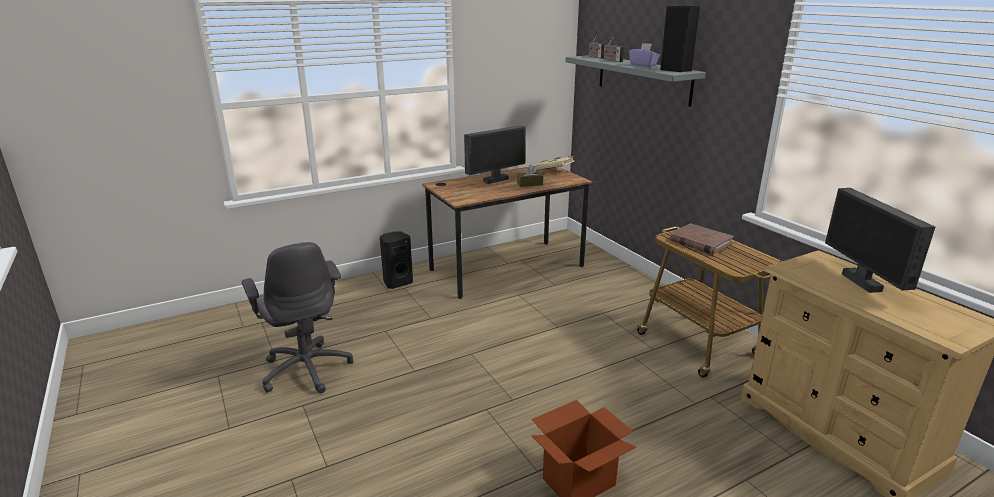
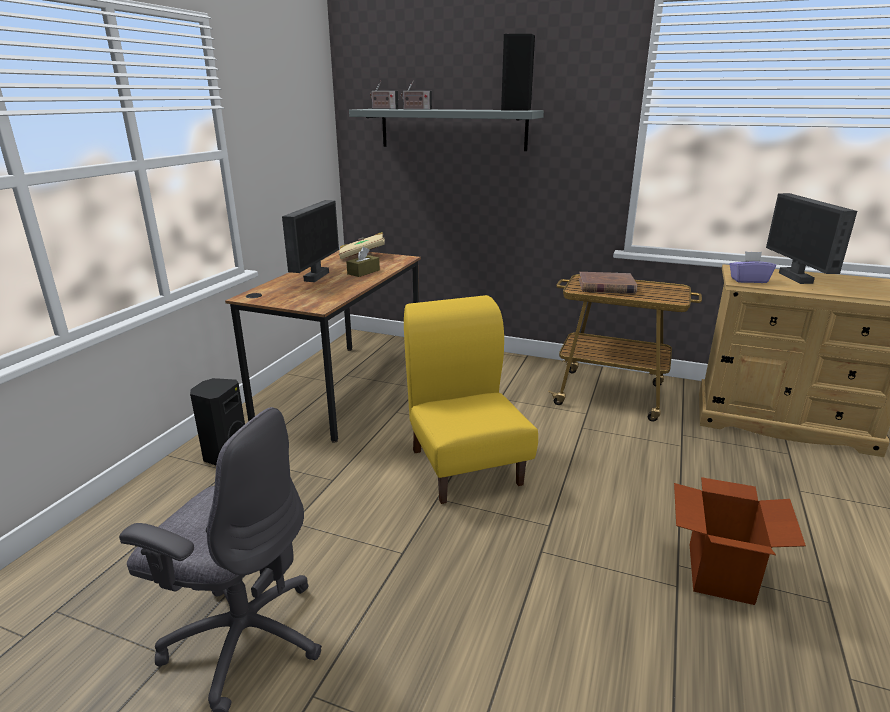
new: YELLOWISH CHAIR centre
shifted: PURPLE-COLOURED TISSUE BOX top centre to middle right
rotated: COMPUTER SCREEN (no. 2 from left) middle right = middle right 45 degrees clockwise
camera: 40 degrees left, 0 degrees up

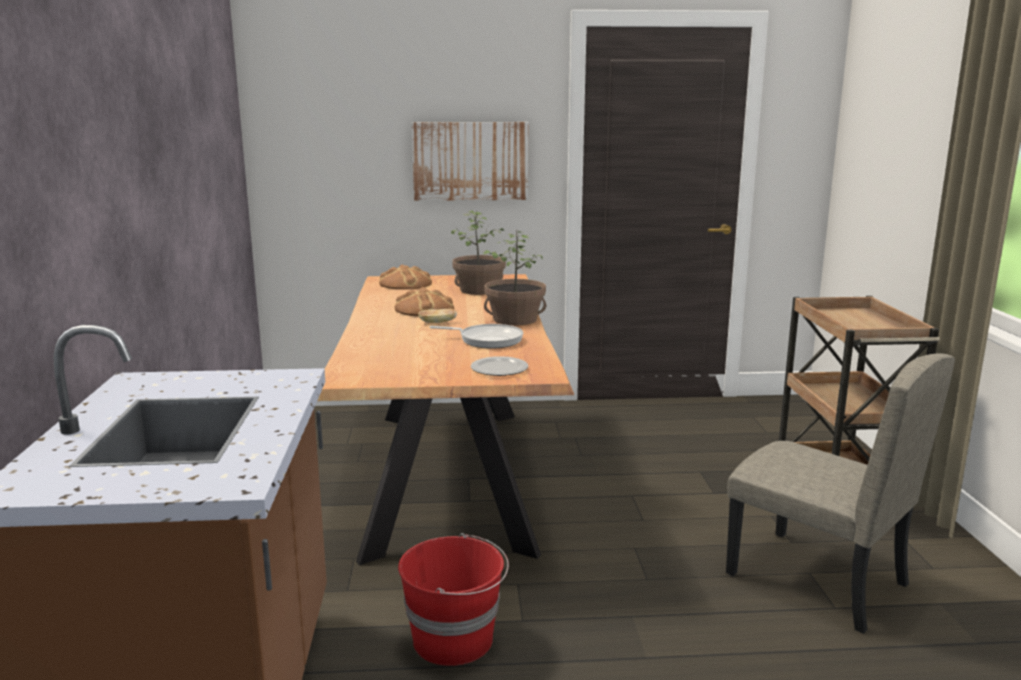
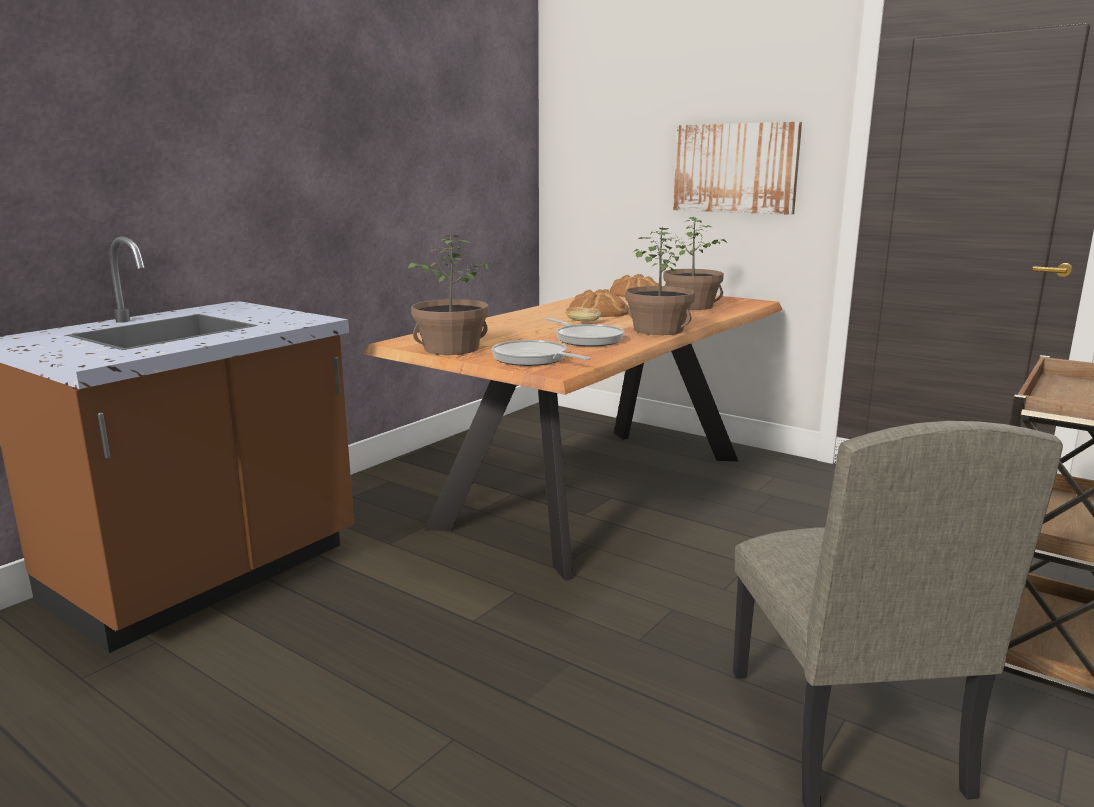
gone: REDDISH WATER BUCKET bottom centre
new: POTTED PLANT (no. 1 from left) centre
swapped: FLAT DISH centre to FRYING PAN (no. 1 from left) centre
camera: 40 degrees right, 0 degrees up

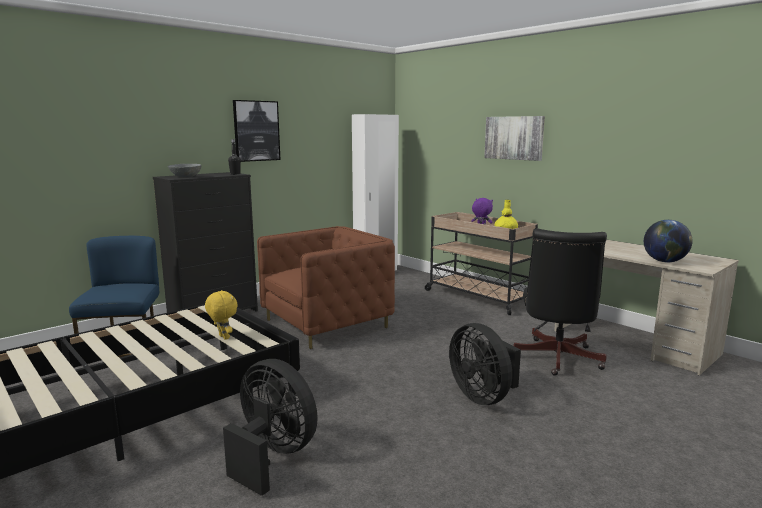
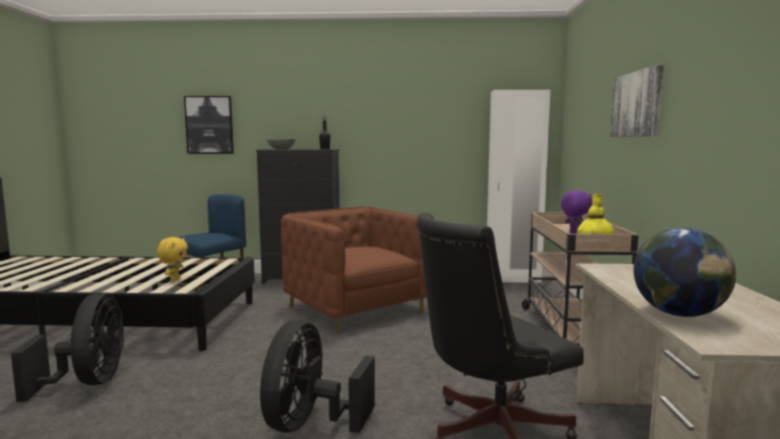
shifted: WALL ART (no. 1 from left) top centre to top left
rotated: BROWNISH EASY CHAIR centre = centre 135 degrees counterclockwise
camera: 45 degrees right, 5 degrees down

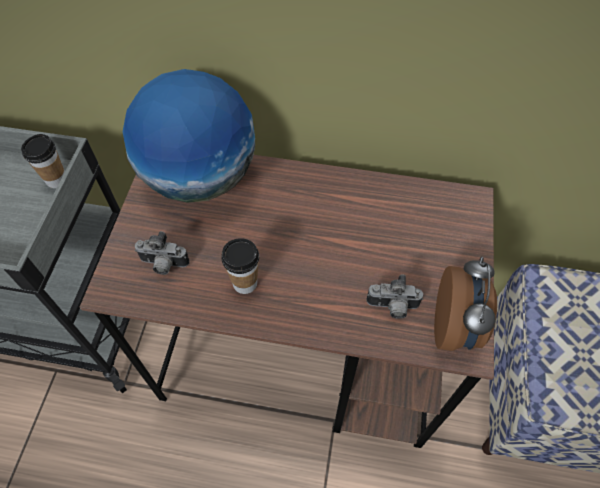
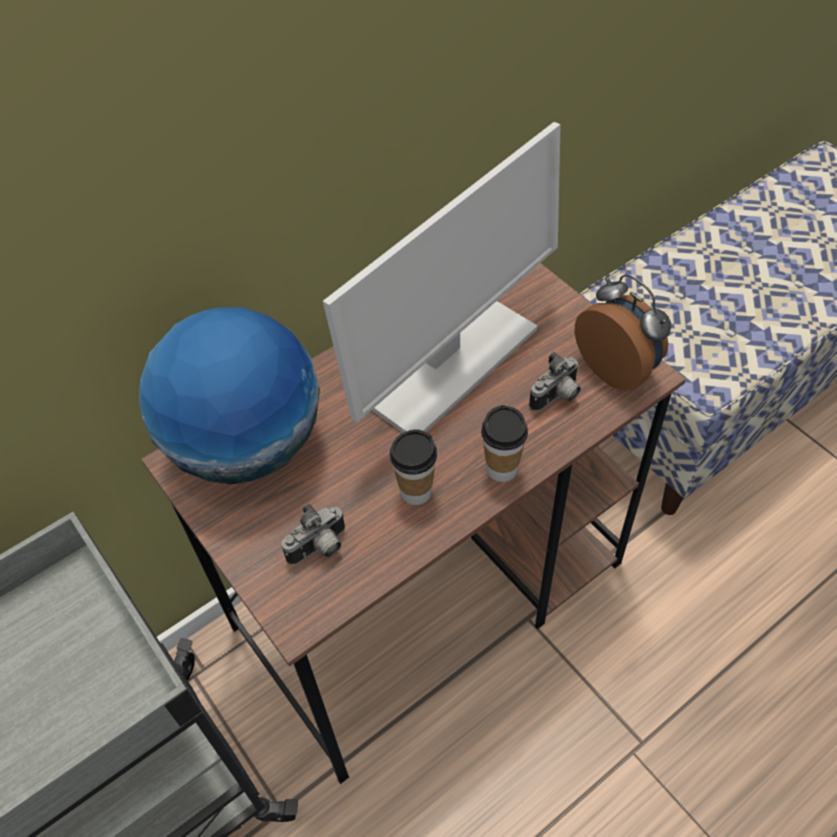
new: COMPUTER SCREEN top centre
shifted: SMALL CUP (no. 1 from left in the first image) top left to SMALL CUP (no. 2 from left) centre
camera: 45 degrees left, 5 degrees down

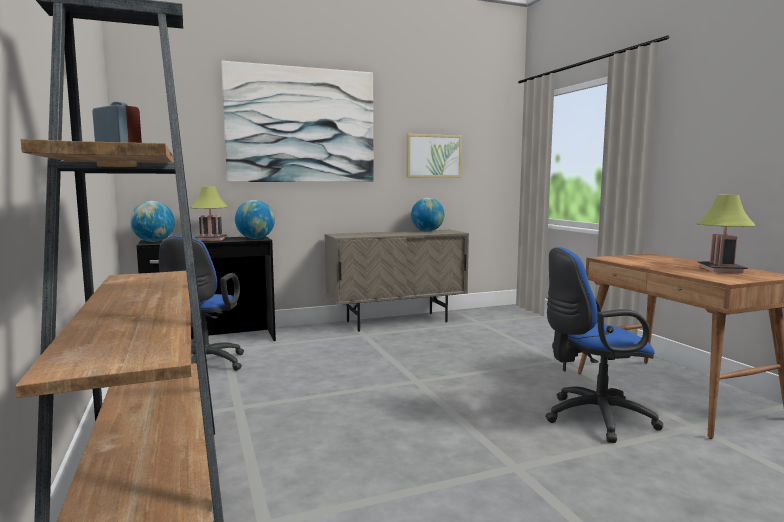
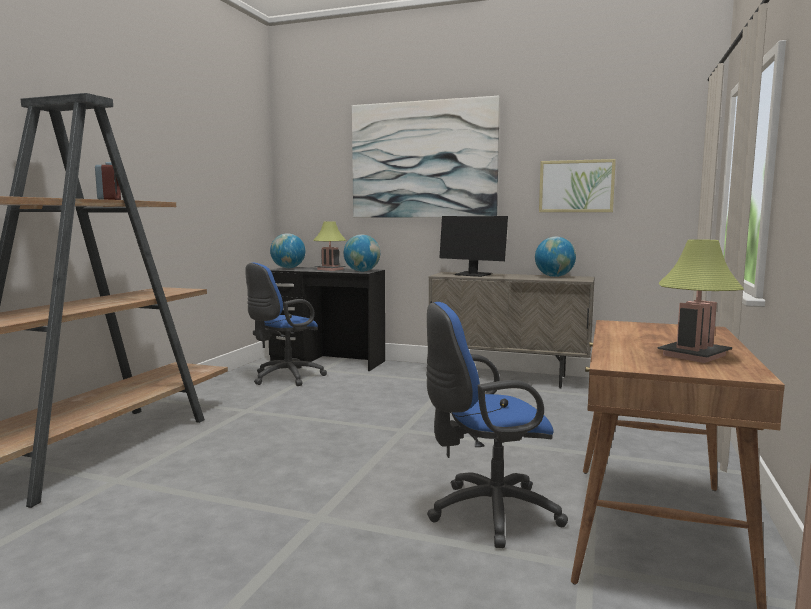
new: COMPUTER SCREEN centre
rotated: BLUISH COMPUTER CHAIR (no. 2 from left) middle right = bottom centre 45 degrees counterclockwise
camera: 40 degrees right, 0 degrees up

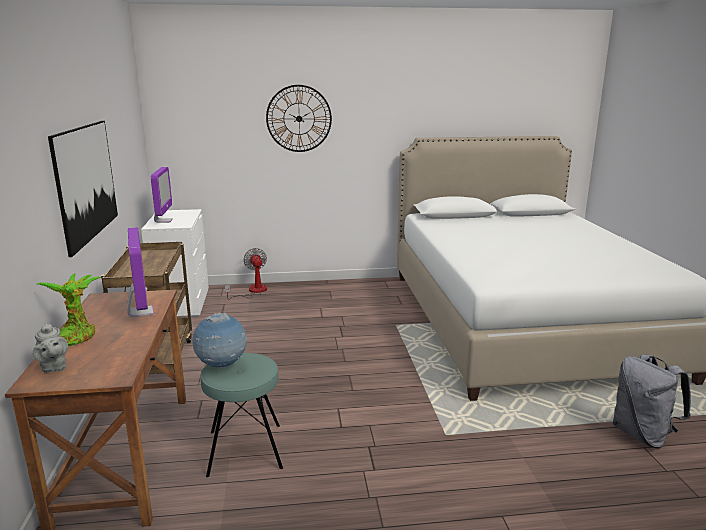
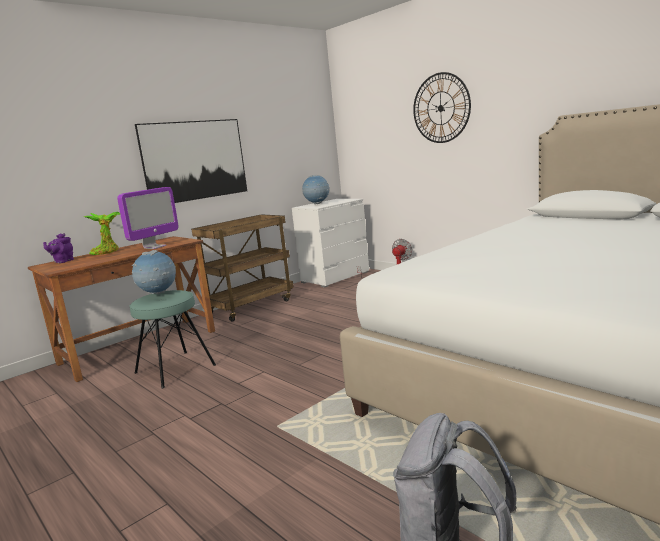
swapped: COMPUTER SCREEN (no. 2 from left) middle left to DESK GLOBE (no. 2 from left) centre
repainted: GREY POT FOR TEA middle left to PURPLE-COLOURED POT FOR TEA middle left
camera: 55 degrees right, 5 degrees down

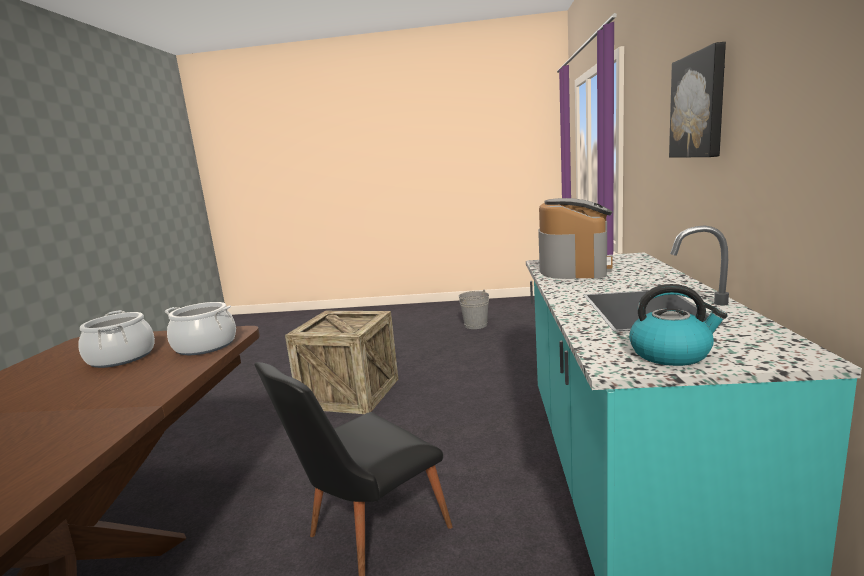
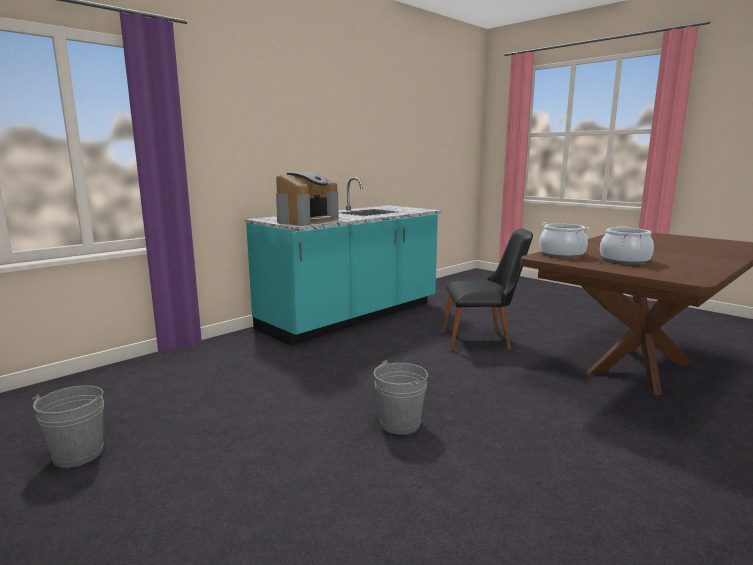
gone: WALL ART top right; TEA KETTLE middle right
swapped: PACKING CRATE centre to GREY WATER BUCKET (no. 2 from left) bottom centre
rotated: COFFEE MAKER centre = centre 150 degrees clockwise
camera: 140 degrees left, 0 degrees up

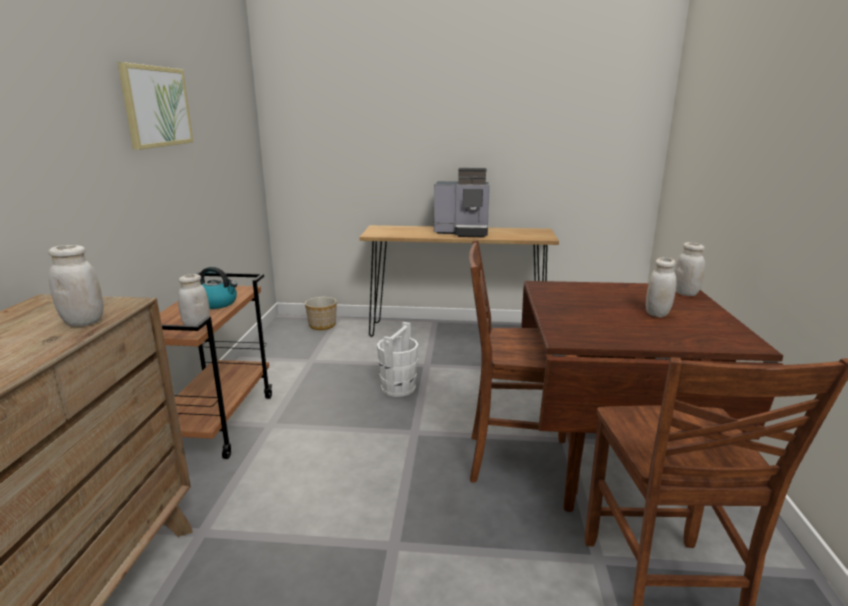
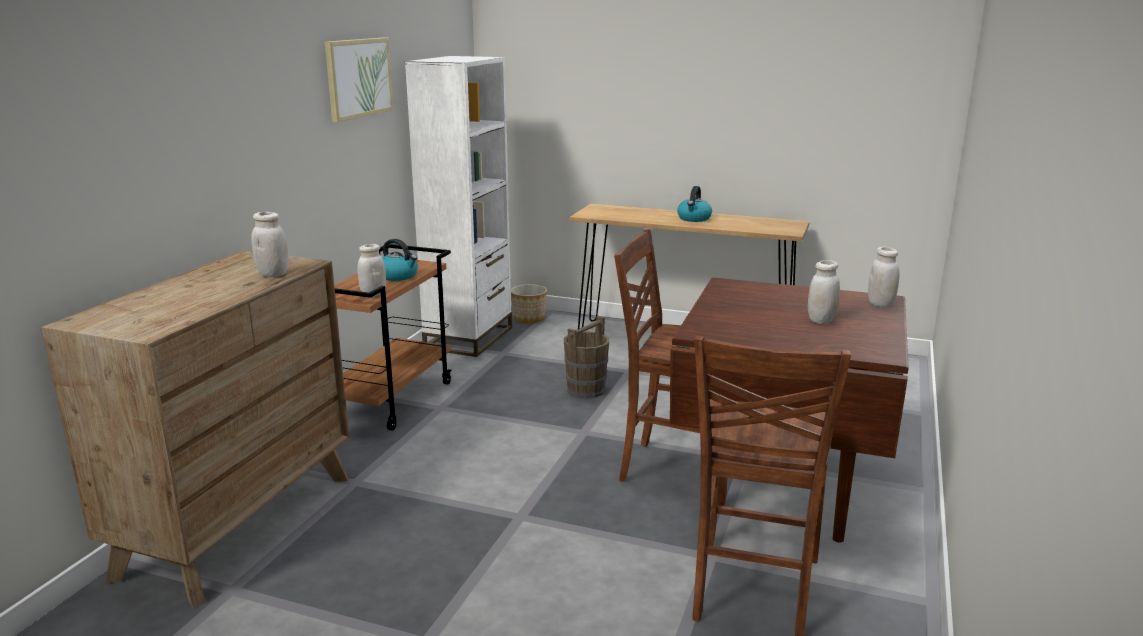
new: WHITE SHELVING UNIT top centre
swapped: COFFEE MAKER centre to TEA KETTLE (no. 2 from left) top centre
repainted: WHITE WATER BUCKET centre to BROWNISH WATER BUCKET centre
camera: 15 degrees right, 0 degrees up

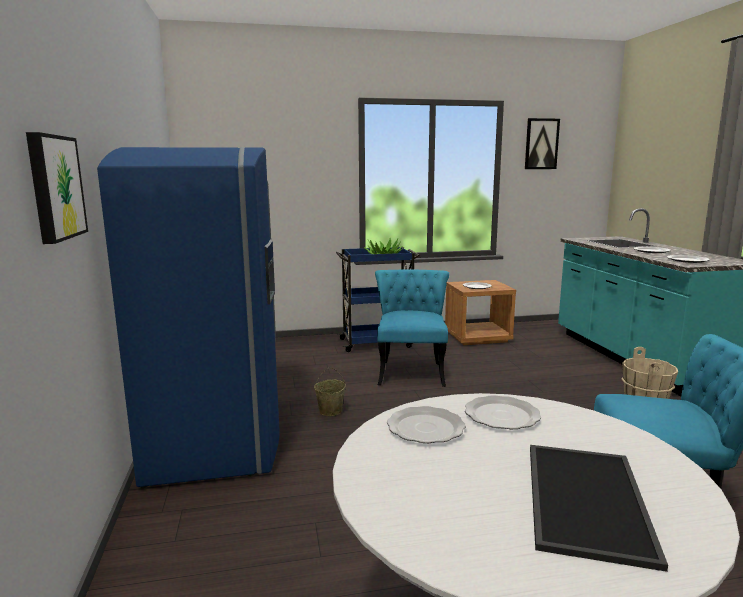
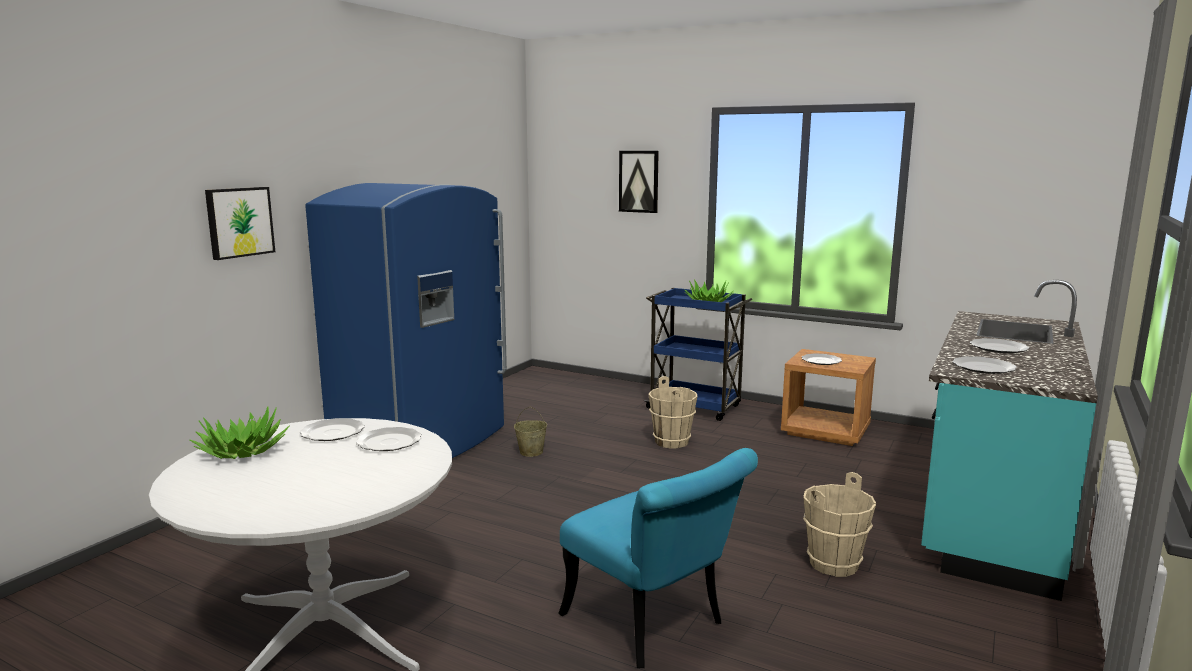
gone: TRAY bottom right
new: POTTED PLANT (no. 1 from left) middle left
shifted: WALL ART (no. 2 from left) top right to top centre
swapped: TURQUOISE-COLOURED CHAIR (no. 1 from left) centre to BEIGE WATER BUCKET (no. 2 from left) centre
camera: 40 degrees right, 0 degrees up

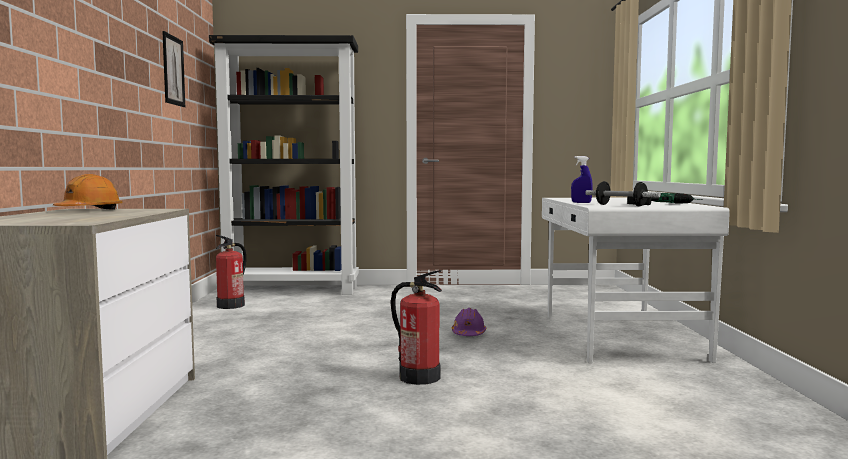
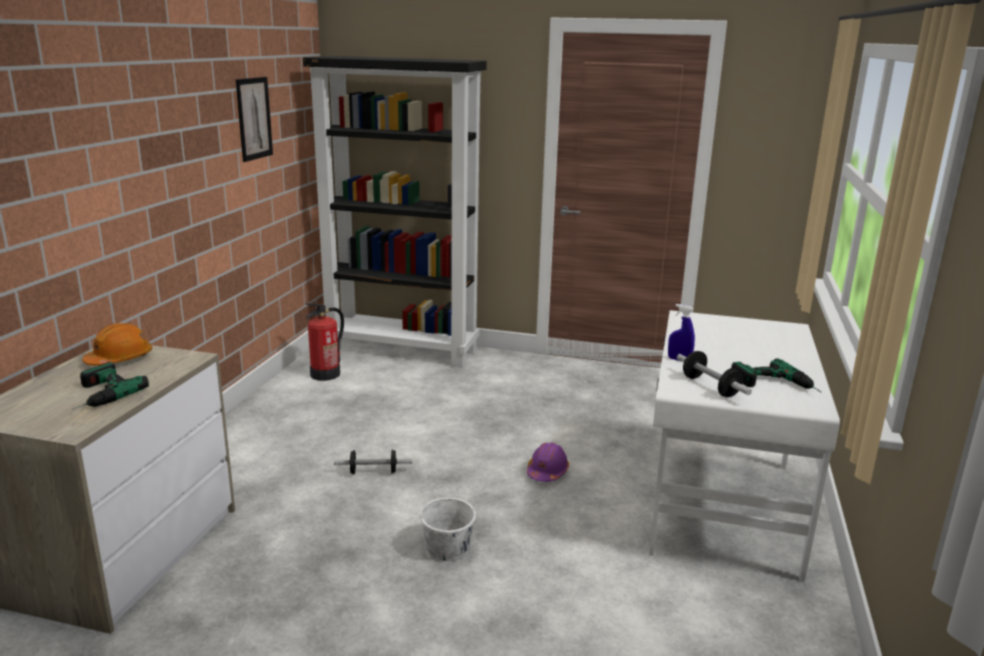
new: POWER DRILL (no. 1 from left) middle left; HAND WEIGHT (no. 1 from left) bottom centre
swapped: FIRE-FIGHTING CYLINDER (no. 2 from left) bottom centre to WHITE WATER BUCKET bottom centre
camera: 15 degrees right, 15 degrees up

